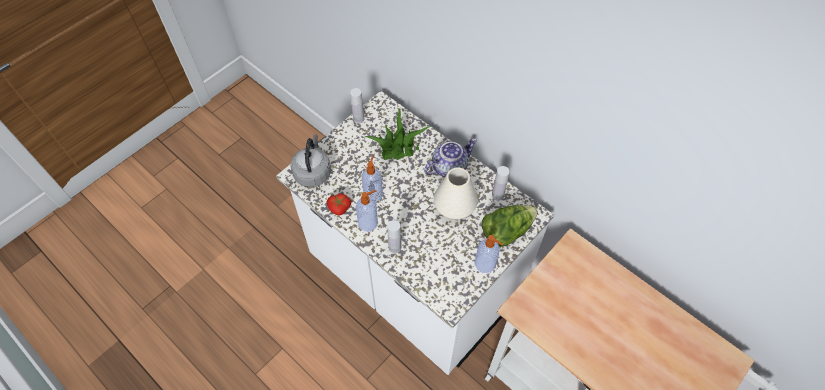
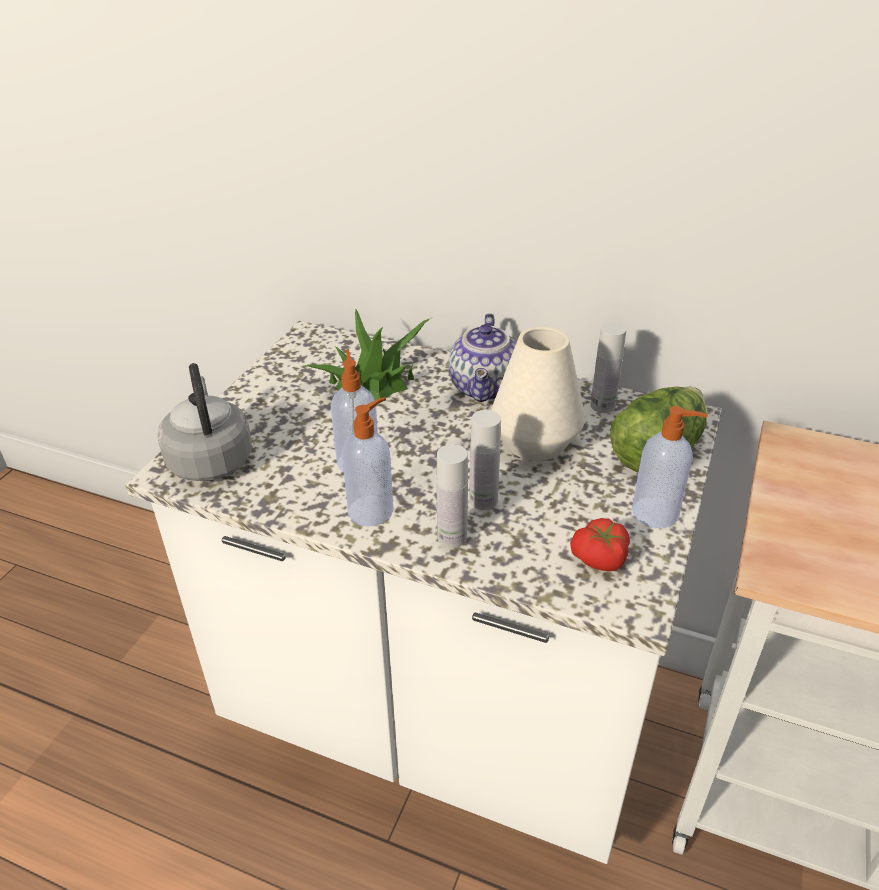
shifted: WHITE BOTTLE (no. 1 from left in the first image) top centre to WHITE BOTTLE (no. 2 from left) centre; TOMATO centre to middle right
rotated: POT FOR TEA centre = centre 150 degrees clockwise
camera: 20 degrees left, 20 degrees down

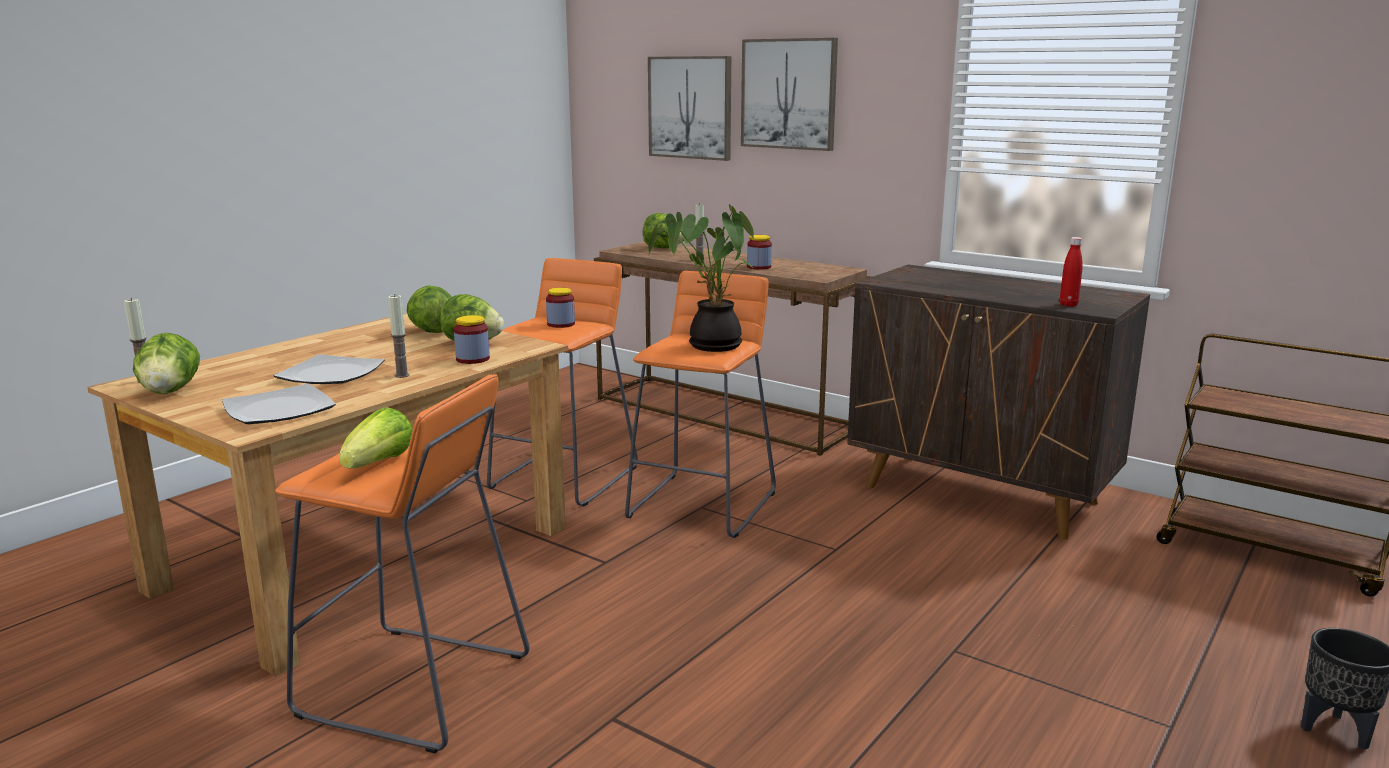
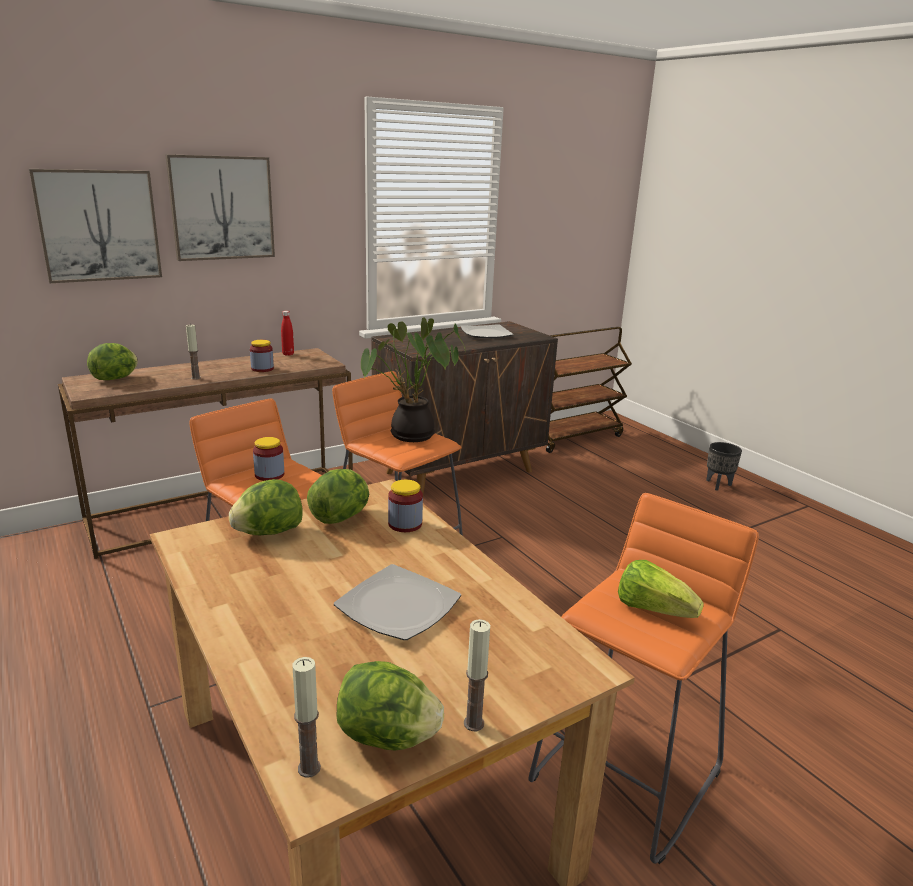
shifted: REDDISH BOTTLE middle right to middle left; WAX LIGHT (no. 2 from left in the first image) middle left to WAX LIGHT (no. 3 from left) bottom centre; FLAT DISH (no. 1 from left in the first image) middle left to FLAT DISH (no. 2 from left) centre
camera: 70 degrees left, 5 degrees up

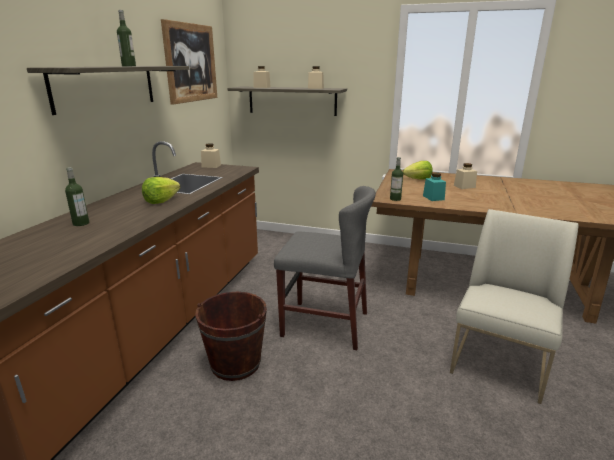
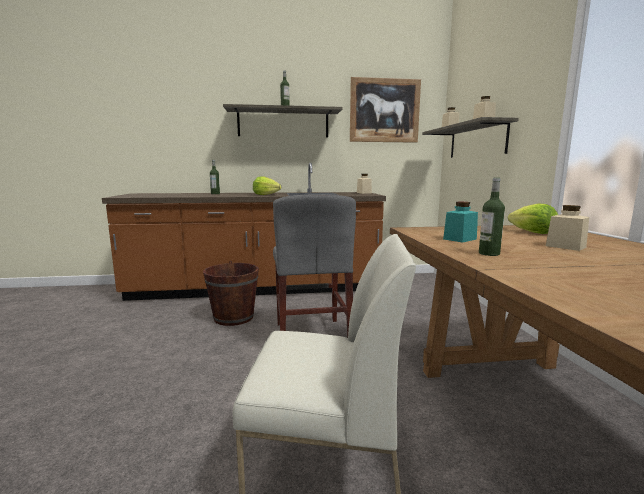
shifted: BOTTLE (no. 3 from left) centre to middle right
camera: 65 degrees right, 10 degrees down

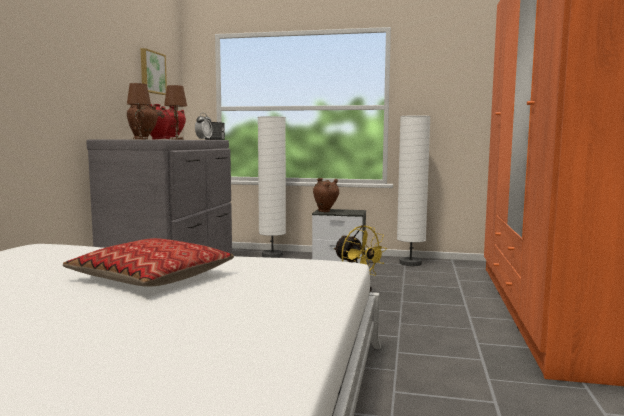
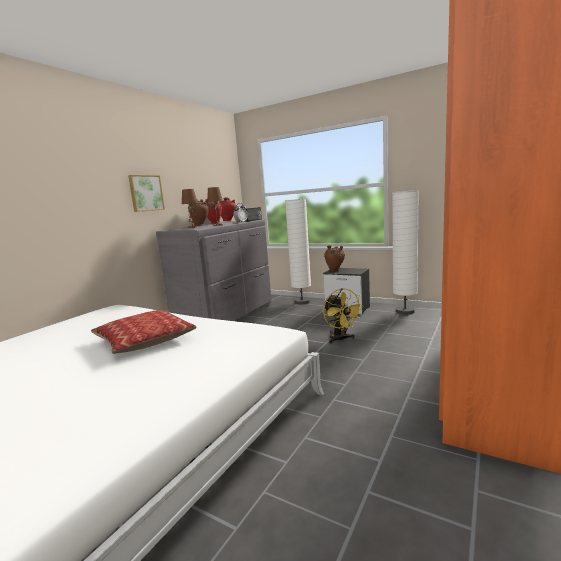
shifted: WALL ART top left to middle left
camera: 20 degrees right, 5 degrees up

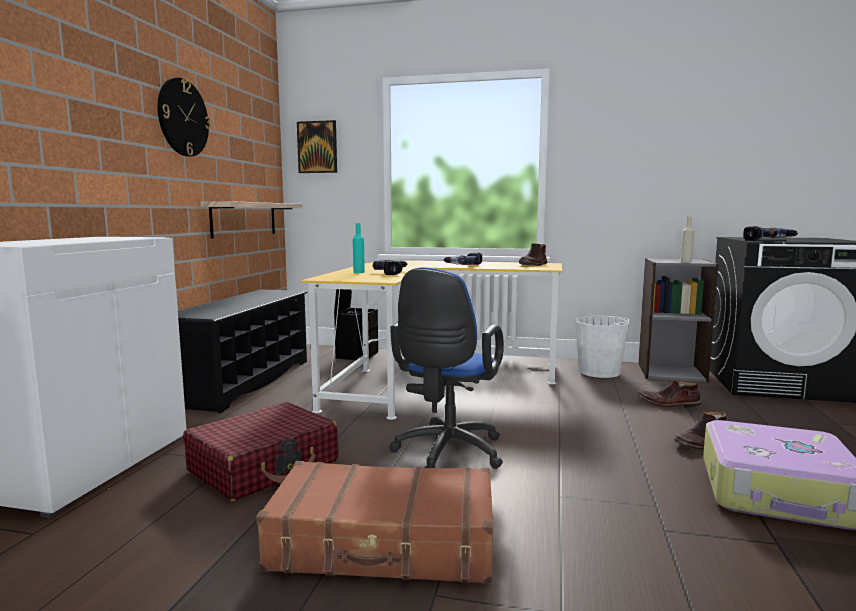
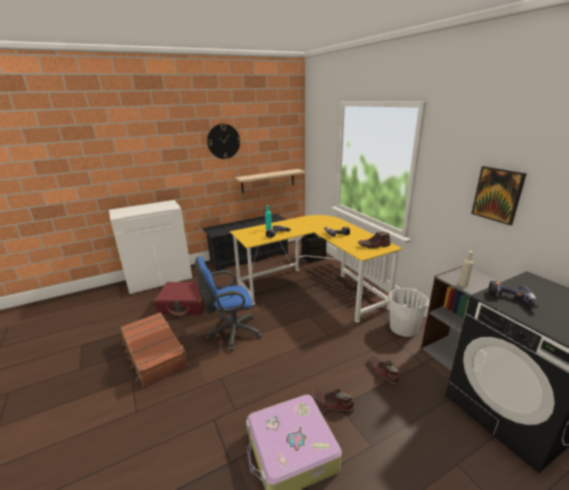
shifted: WALL ART top centre to middle right
camera: 50 degrees right, 15 degrees up

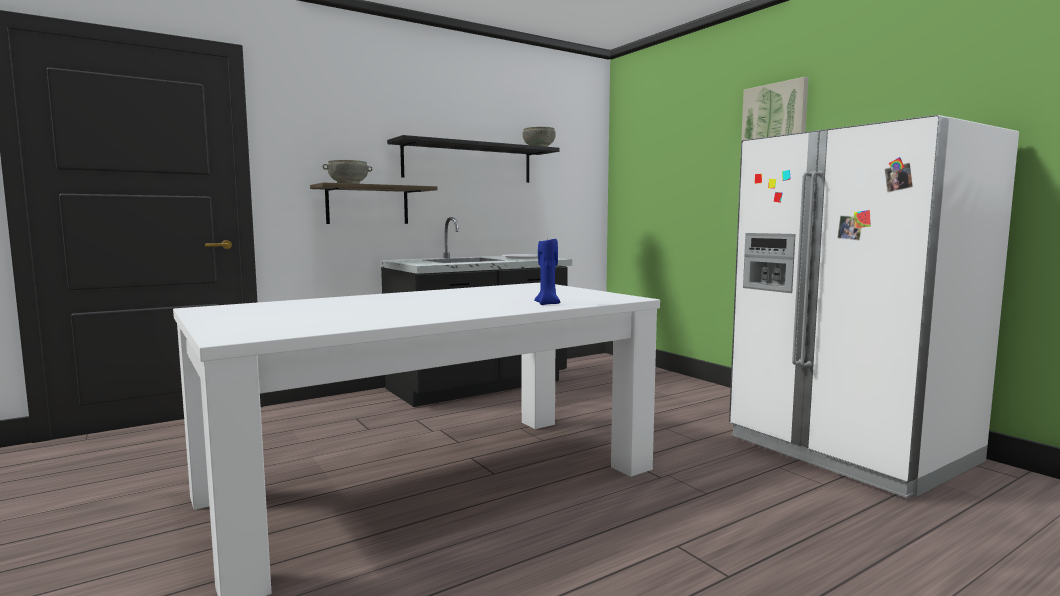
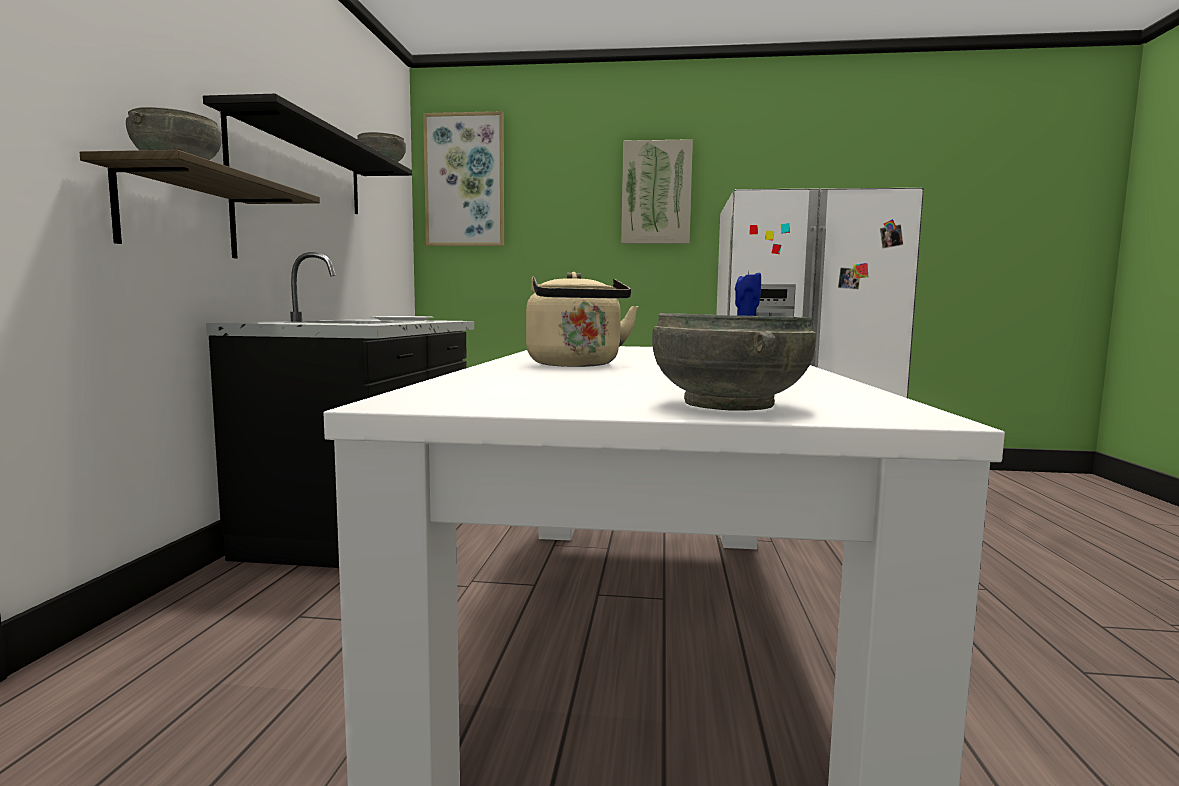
new: WALL ART (no. 1 from left) top centre; BEIGE TEA KETTLE centre; GREY BOWL (no. 3 from left) centre
camera: 50 degrees left, 0 degrees up

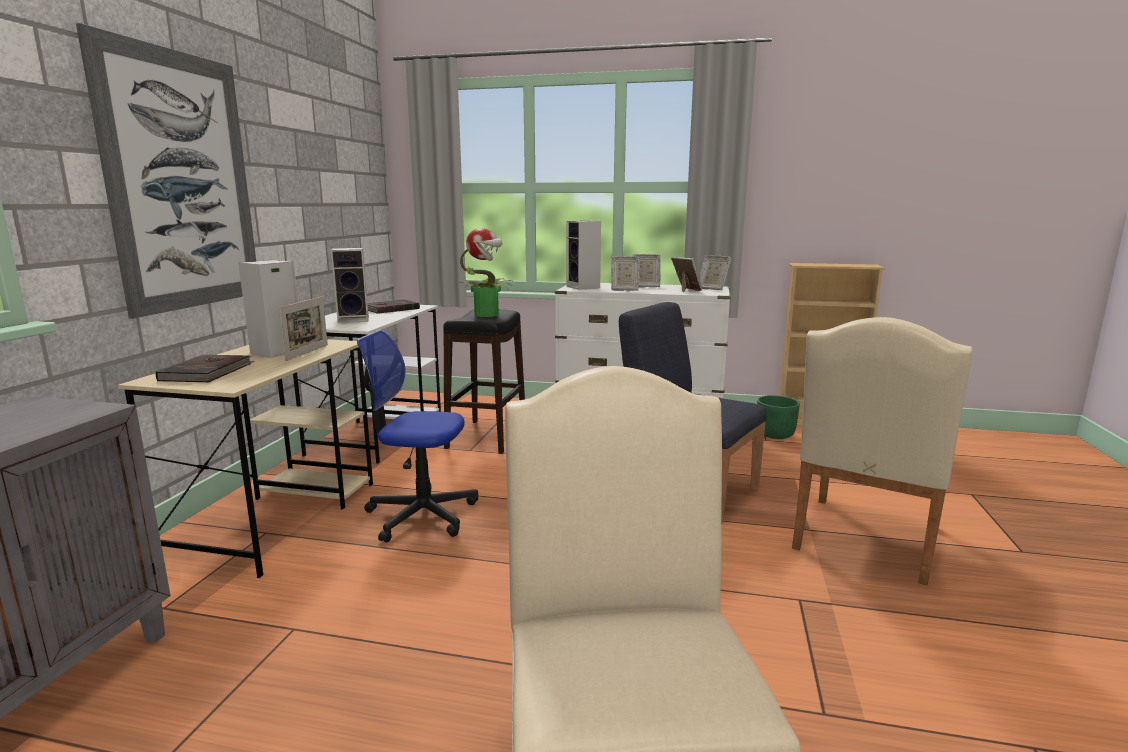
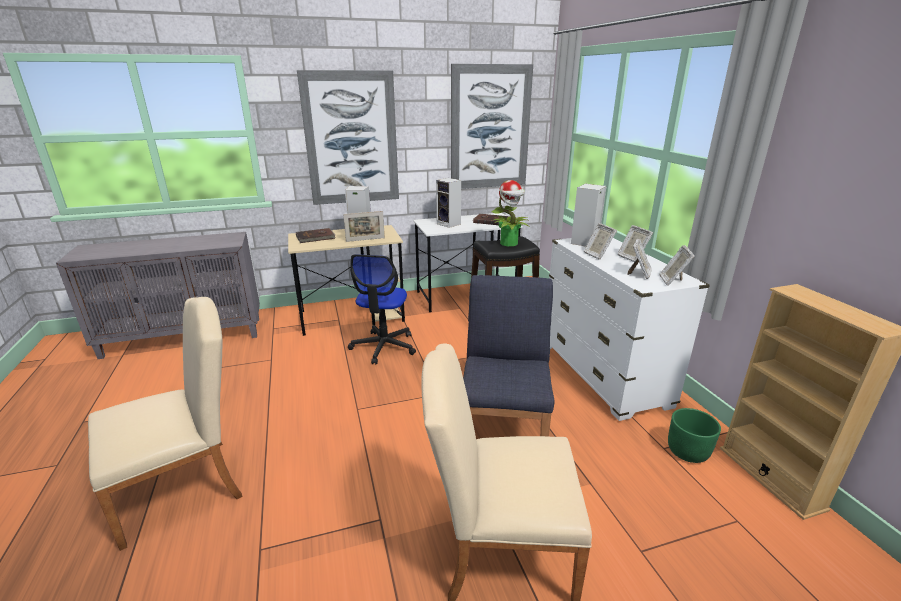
new: WALL ART (no. 2 from left) top centre
rotated: COMPUTER CHAIR centre = centre 150 degrees counterclockwise
camera: 60 degrees right, 10 degrees up

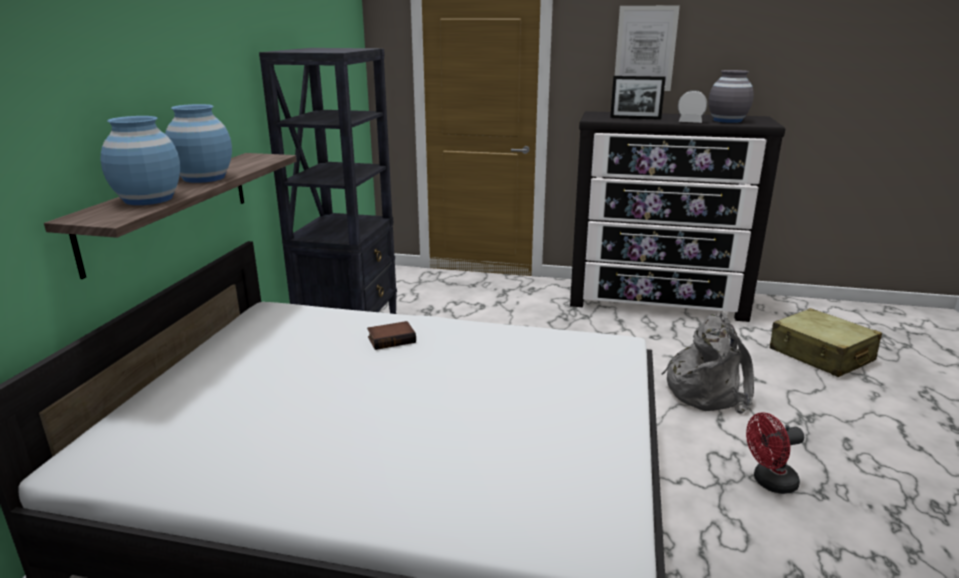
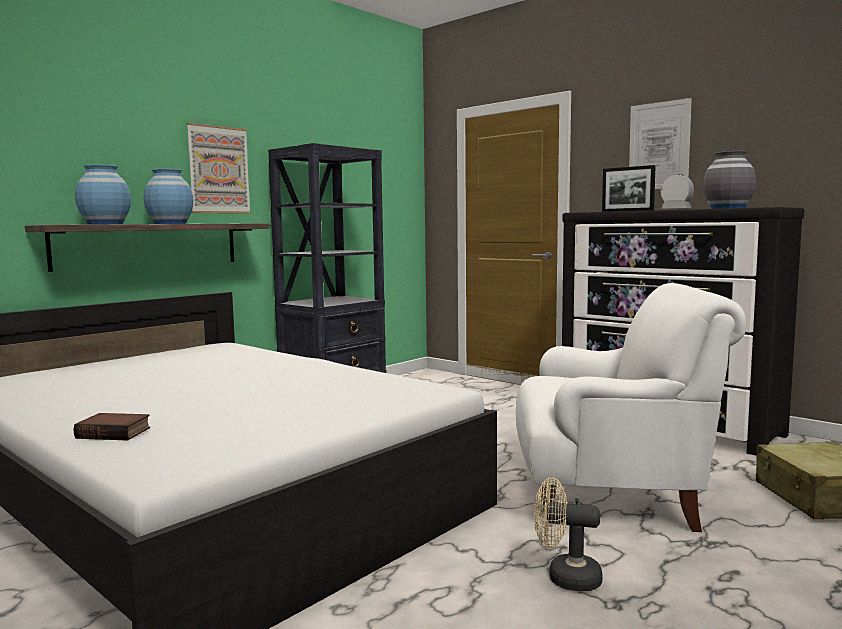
new: WALL ART (no. 1 from left) top left
shifted: VOLUME centre to bottom left
swapped: GREY KNAPSACK middle right to WHITE EASY CHAIR middle right
repainted: REDDISH FAN bottom right to BEIGE FAN bottom right
camera: 30 degrees right, 15 degrees down

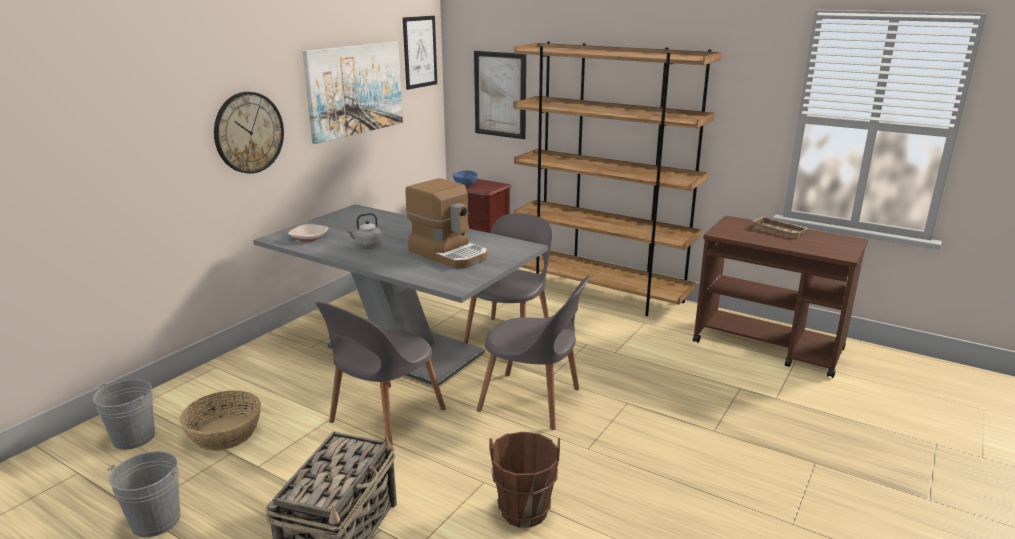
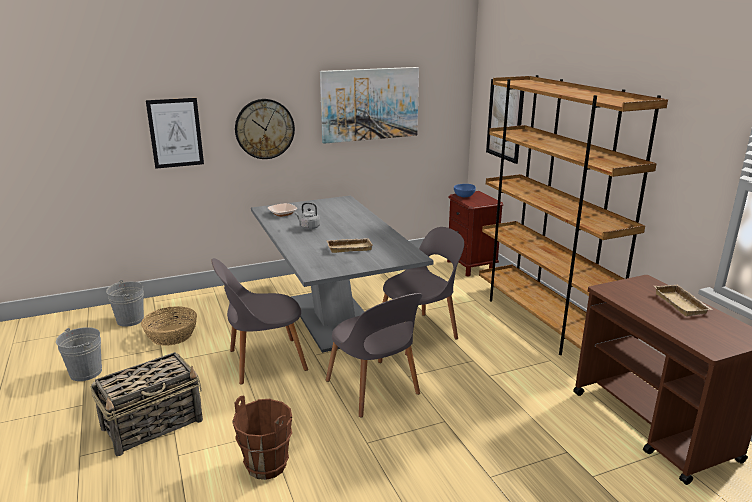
shifted: WALL ART (no. 2 from left in the first image) top centre to WALL ART (no. 1 from left) top left
swapped: COFFEE MAKER centre to BEIGE TRAY (no. 1 from left) centre
camera: 35 degrees right, 0 degrees up

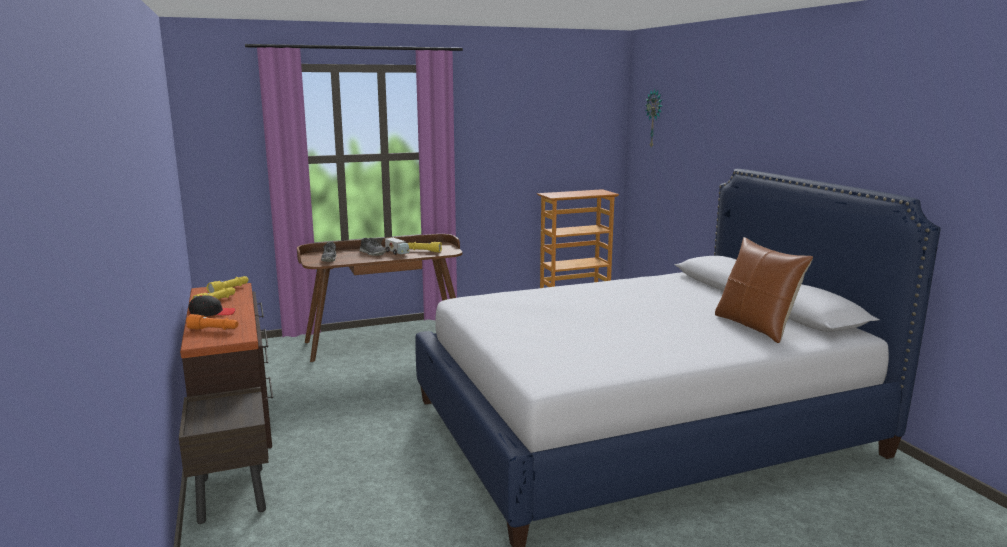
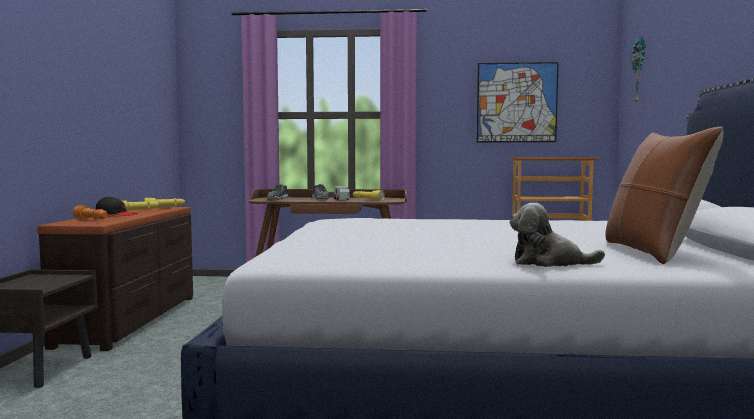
new: WALL ART top right; SOFT TOY middle right
camera: 25 degrees right, 10 degrees down

